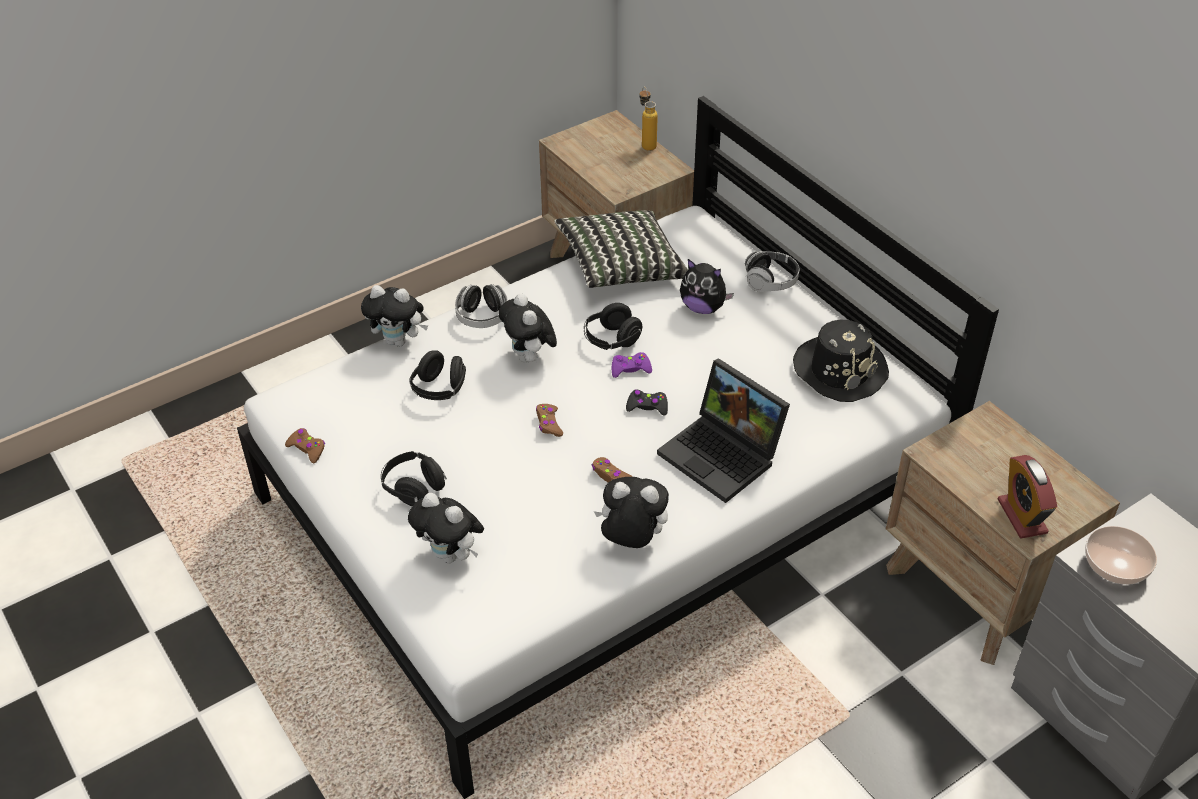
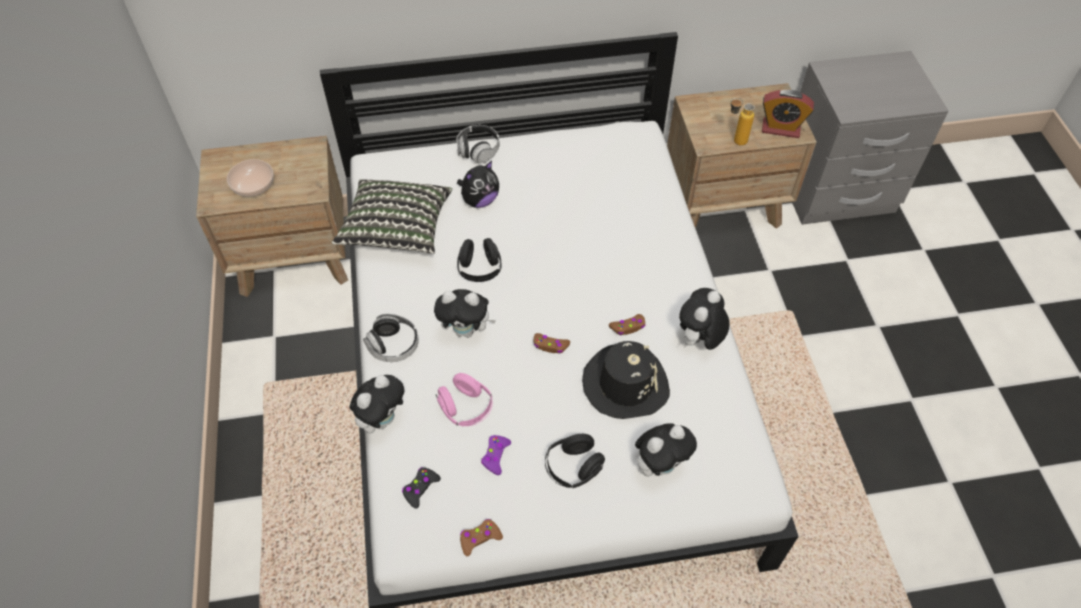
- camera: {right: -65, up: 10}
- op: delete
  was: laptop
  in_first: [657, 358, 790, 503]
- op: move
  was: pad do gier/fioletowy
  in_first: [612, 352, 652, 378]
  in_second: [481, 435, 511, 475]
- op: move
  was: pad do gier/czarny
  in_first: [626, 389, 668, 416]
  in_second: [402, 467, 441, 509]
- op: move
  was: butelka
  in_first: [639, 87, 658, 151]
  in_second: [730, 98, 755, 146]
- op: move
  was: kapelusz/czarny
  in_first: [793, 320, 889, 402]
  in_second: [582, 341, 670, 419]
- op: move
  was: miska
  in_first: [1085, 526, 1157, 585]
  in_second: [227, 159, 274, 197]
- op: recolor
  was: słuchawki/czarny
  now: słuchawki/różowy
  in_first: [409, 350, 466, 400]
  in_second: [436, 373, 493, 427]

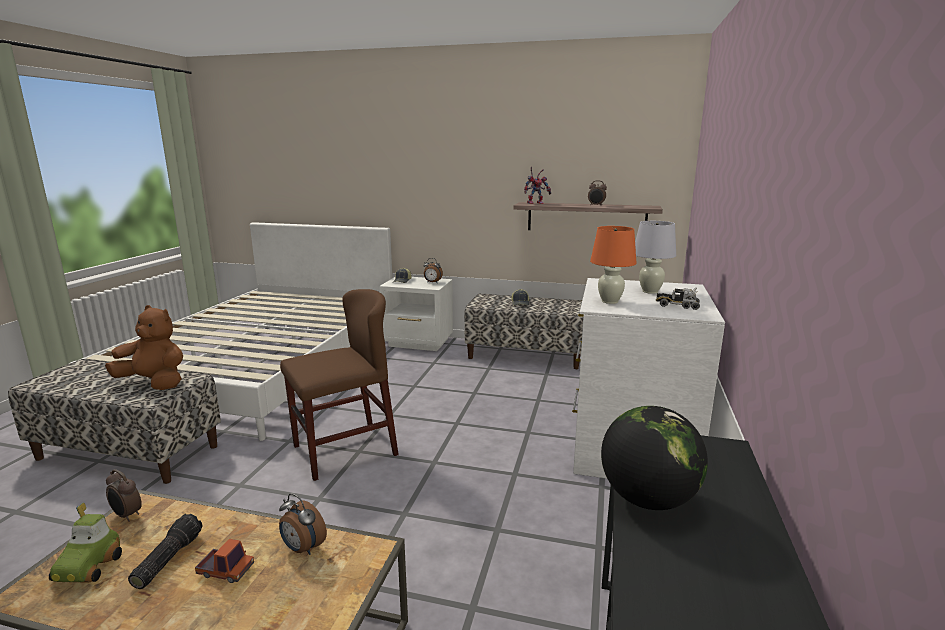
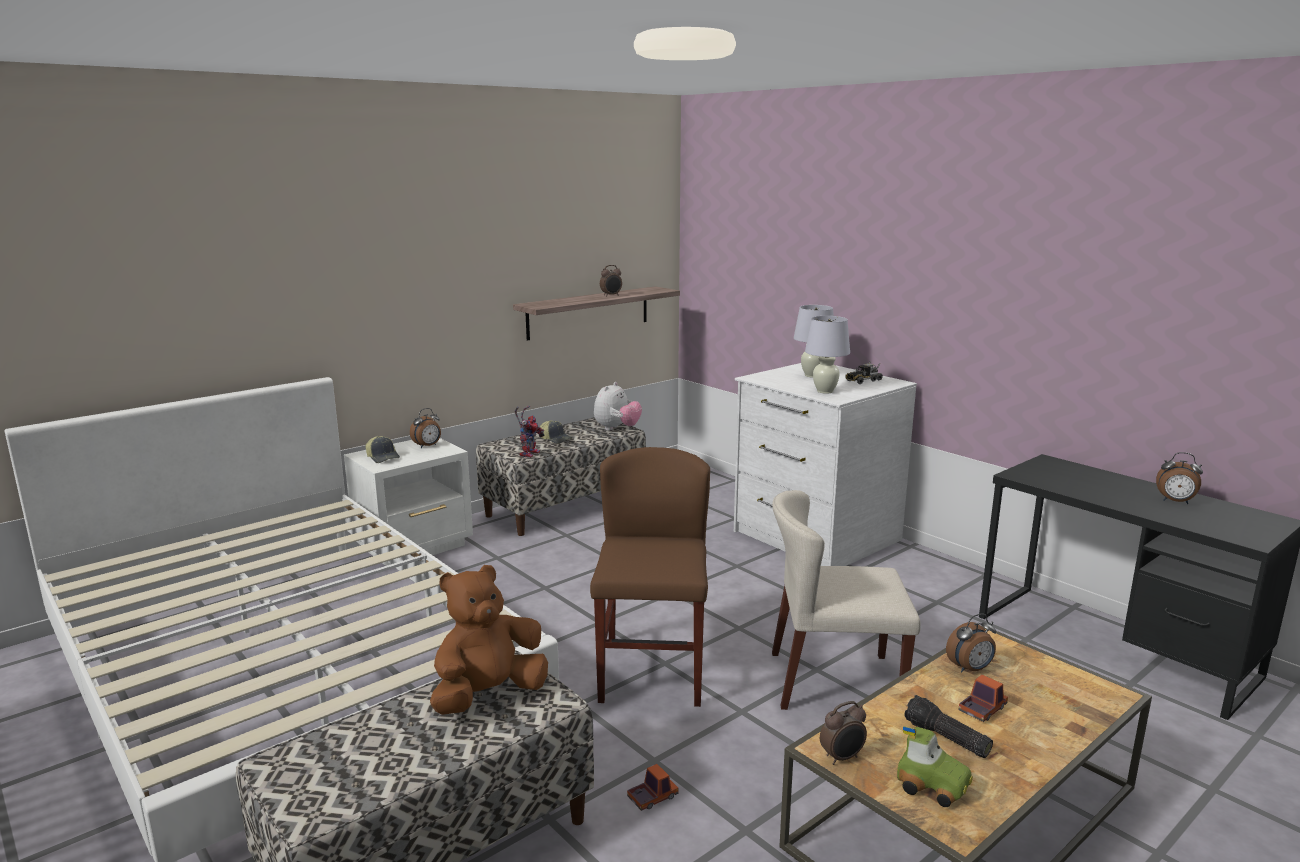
- camera: {right: -55, up: 0}
- op: delete
  was: globus
  in_first: [601, 406, 708, 510]
- op: insert
  now: pluszak
  in_second: [594, 382, 642, 431]
- op: insert
  now: ciężarówka zabawkowa
  in_second: [627, 764, 678, 811]
- op: insert
  now: krzesło/beżowy
  in_second: [772, 490, 921, 710]
- op: insert
  now: budzik
  in_second: [1156, 452, 1203, 504]
- op: move
  was: robot zabawkowy
  in_first: [524, 167, 551, 204]
  in_second: [515, 406, 545, 458]
- op: recolor
  was: lampa stołowa/pomarańczowy
  now: lampa stołowa/biały
  in_first: [590, 226, 636, 304]
  in_second: [805, 316, 850, 394]

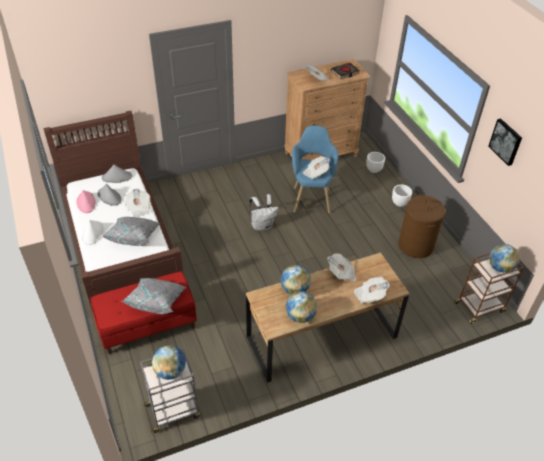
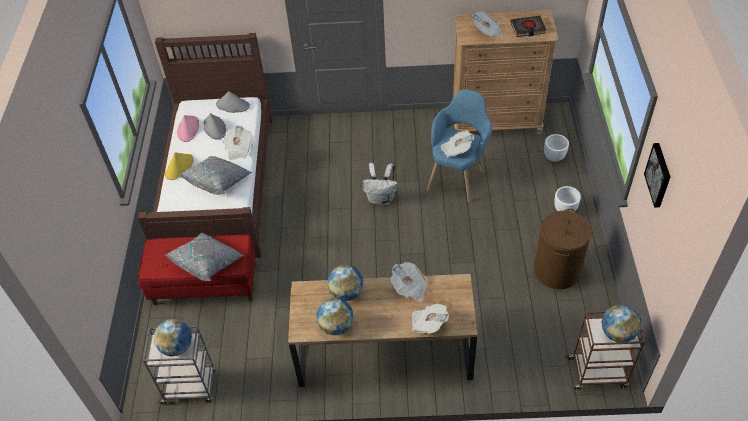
- camera: {right: 25, up: 5}
- op: recolor
  was: kapelusz/biały
  now: kapelusz/żółty
  in_first: [82, 220, 104, 245]
  in_second: [165, 152, 194, 180]

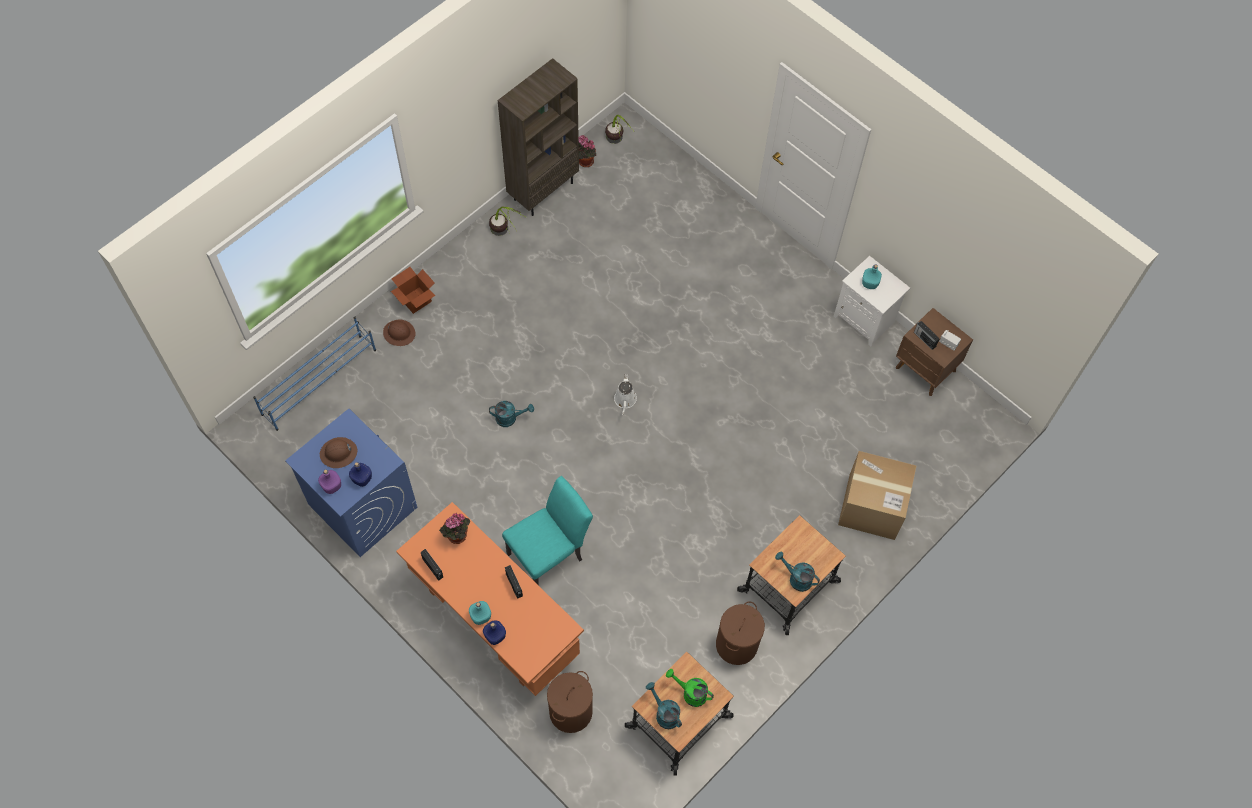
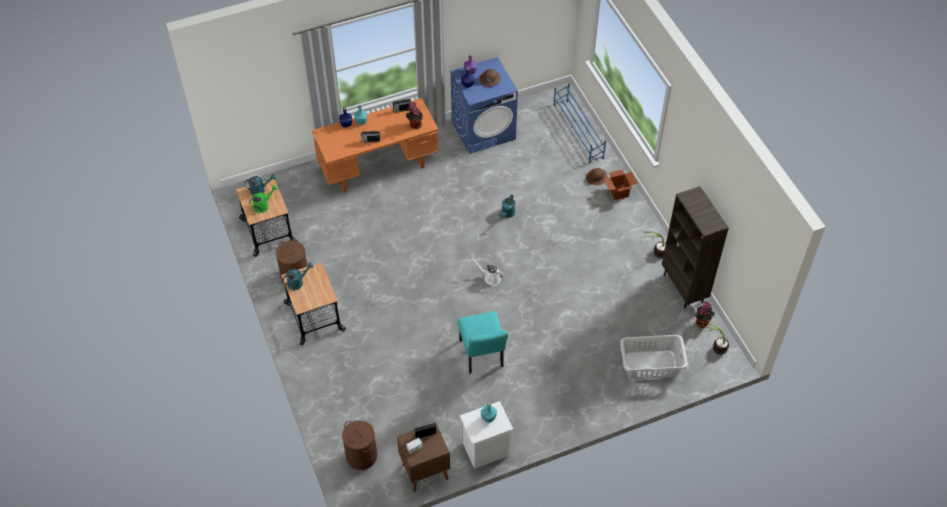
- camera: {right: 115, up: -10}
- op: delete
  was: karton
  in_first: [838, 451, 916, 540]
- op: insert
  now: kosz na pranie/szary
  in_second: [620, 335, 688, 379]
- op: move
  was: krzesło/turkusowy
  in_first: [502, 476, 593, 586]
  in_second: [458, 311, 508, 374]
- op: move
  was: kosz na pranie/brązowy
  in_first: [547, 671, 593, 733]
  in_second: [342, 420, 377, 470]

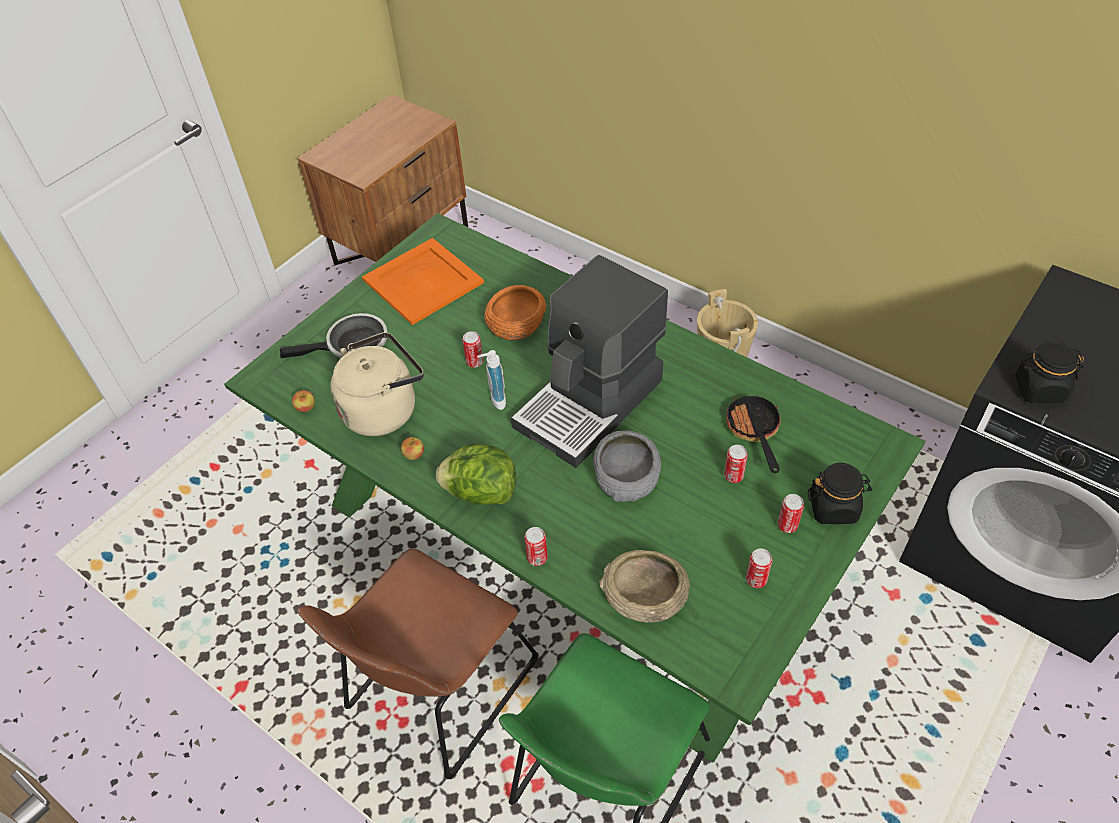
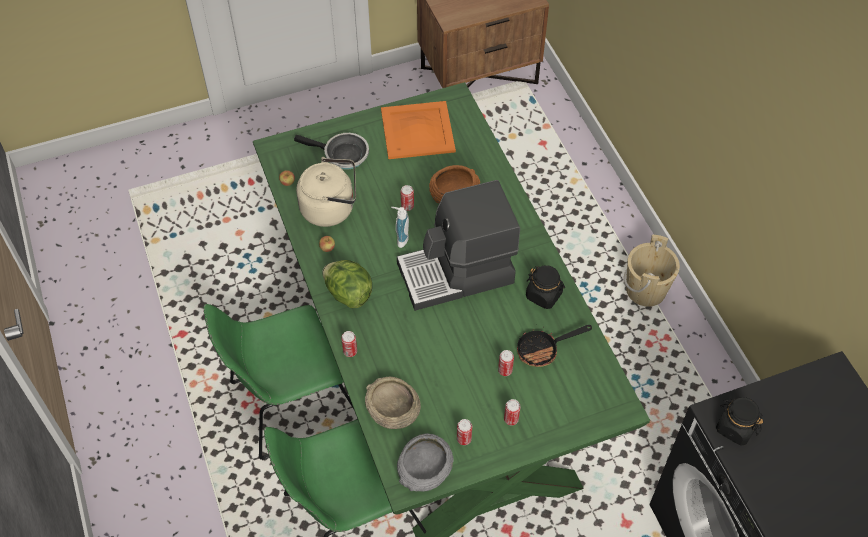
- camera: {right: 30, up: 5}
- op: move
  was: miska/szary
  in_first: [593, 430, 661, 502]
  in_second: [397, 433, 454, 492]
- op: move
  was: słoik/czarny
  in_first: [807, 463, 872, 524]
  in_second: [526, 265, 565, 309]
- op: recolor
  was: krzesło/brązowy
  now: krzesło/zielony
  in_first: [297, 548, 539, 779]
  in_second: [204, 304, 357, 460]
- op: rotate
  was: patelnia
  in_first: [726, 395, 783, 473]
  in_second: [517, 325, 592, 367]
  clockwise: -135

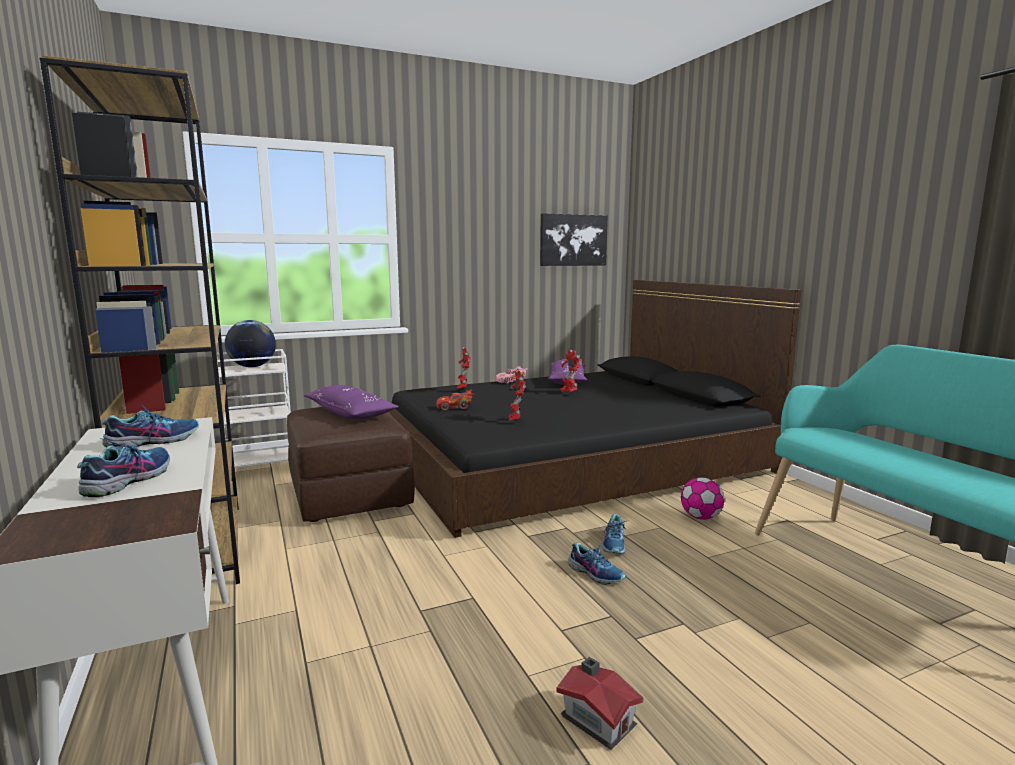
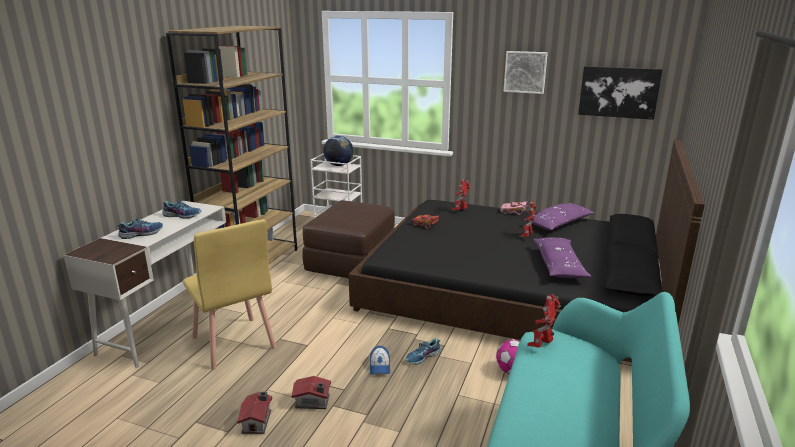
- camera: {right: 45, up: 10}
- op: insert
  now: krzesło/żółty
  in_second: [183, 219, 277, 370]
- op: insert
  now: domek
  in_second: [292, 376, 331, 409]
- op: insert
  now: obraz
  in_second: [504, 51, 548, 94]
- op: move
  was: poduszka/fioletowy
  in_first: [304, 385, 399, 419]
  in_second: [533, 237, 592, 278]
- op: move
  was: robot zabawkowy
  in_first: [509, 369, 526, 421]
  in_second: [528, 294, 560, 348]
- op: replace
  was: but
  now: czapka z daszkiem
  in_first: [568, 543, 625, 585]
  in_second: [370, 346, 390, 375]

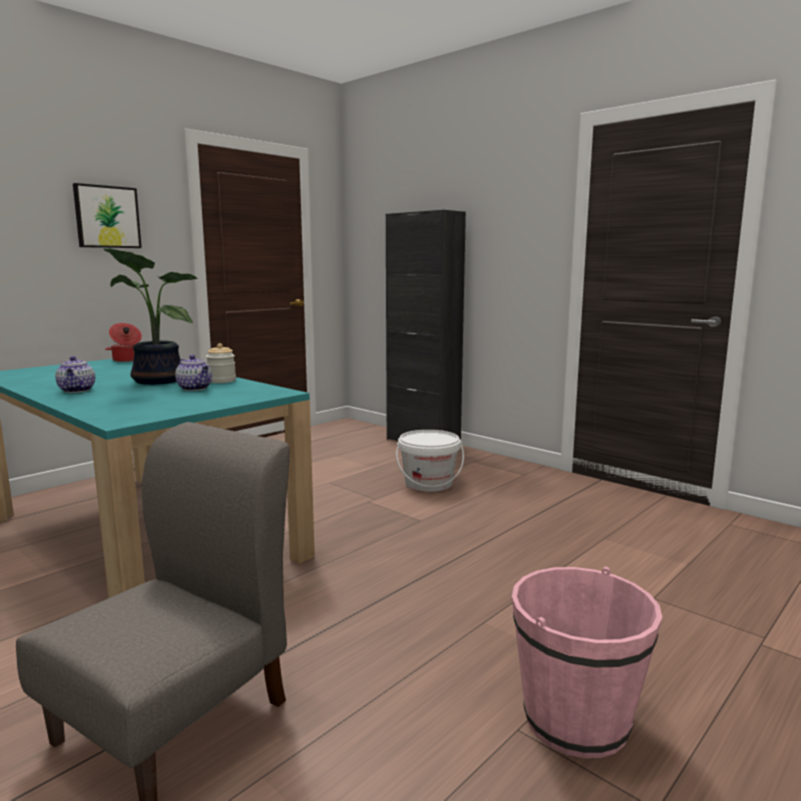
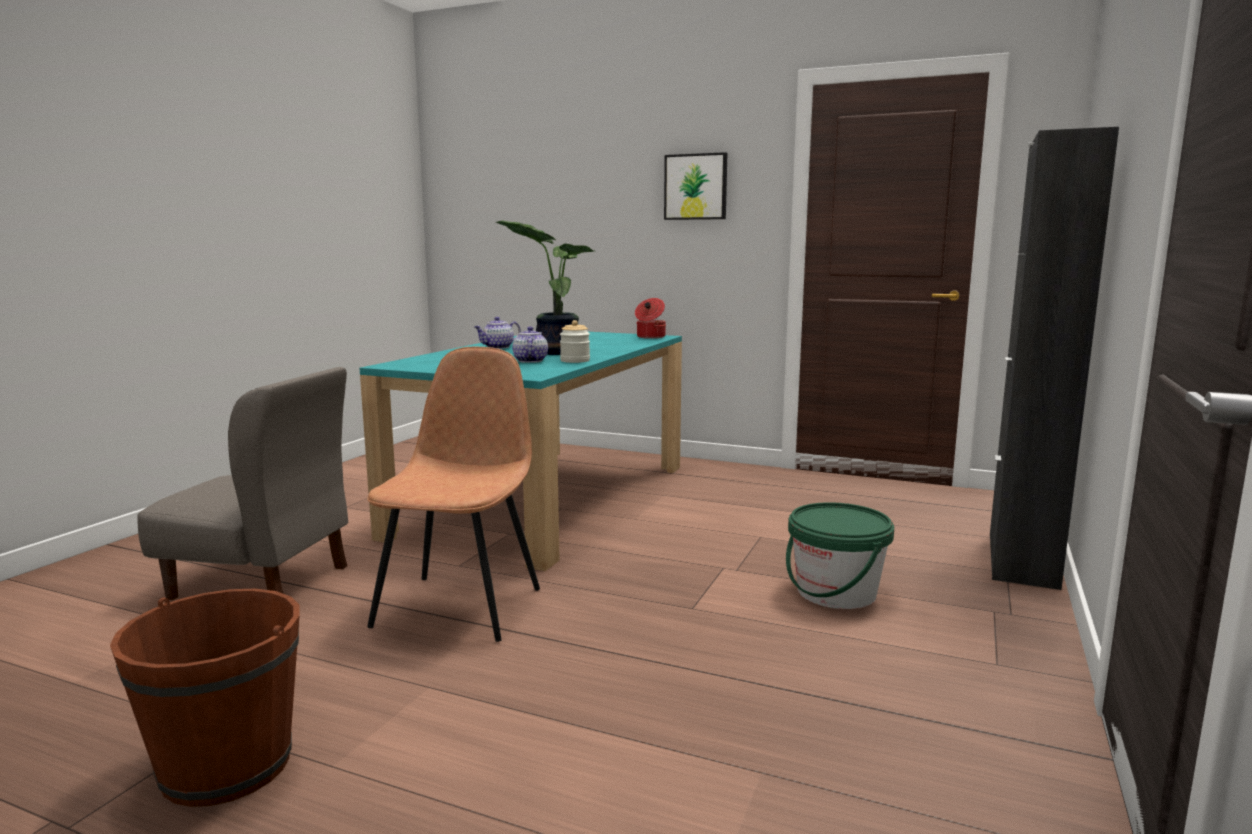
- camera: {right: 70, up: 0}
- op: insert
  now: krzesło/brązowy
  in_second: [367, 347, 540, 642]
- op: recolor
  was: wiadro/biały
  now: wiadro/zielony
  in_first: [396, 430, 464, 492]
  in_second: [786, 502, 894, 609]
- op: recolor
  was: wiadro/różowy
  now: wiadro/brązowy
  in_first: [512, 567, 662, 758]
  in_second: [110, 589, 300, 807]
- op: rotate
  was: imbryk
  in_first: [175, 355, 212, 391]
  in_second: [512, 327, 548, 363]
  clockwise: 150

